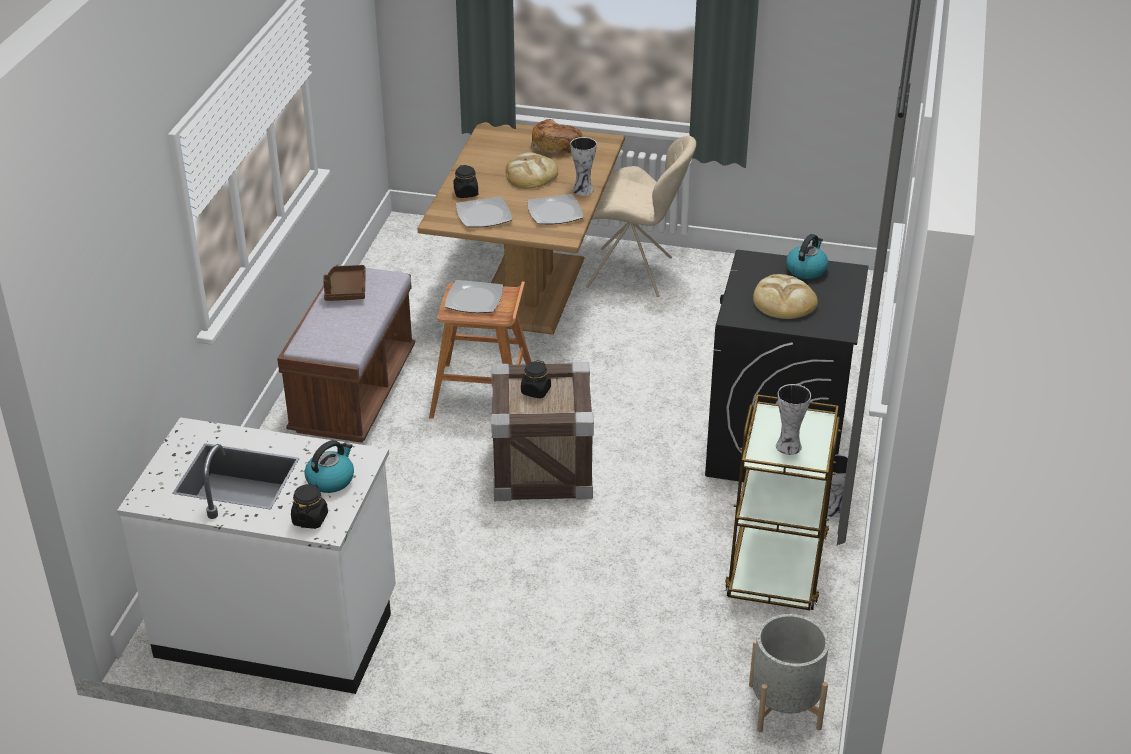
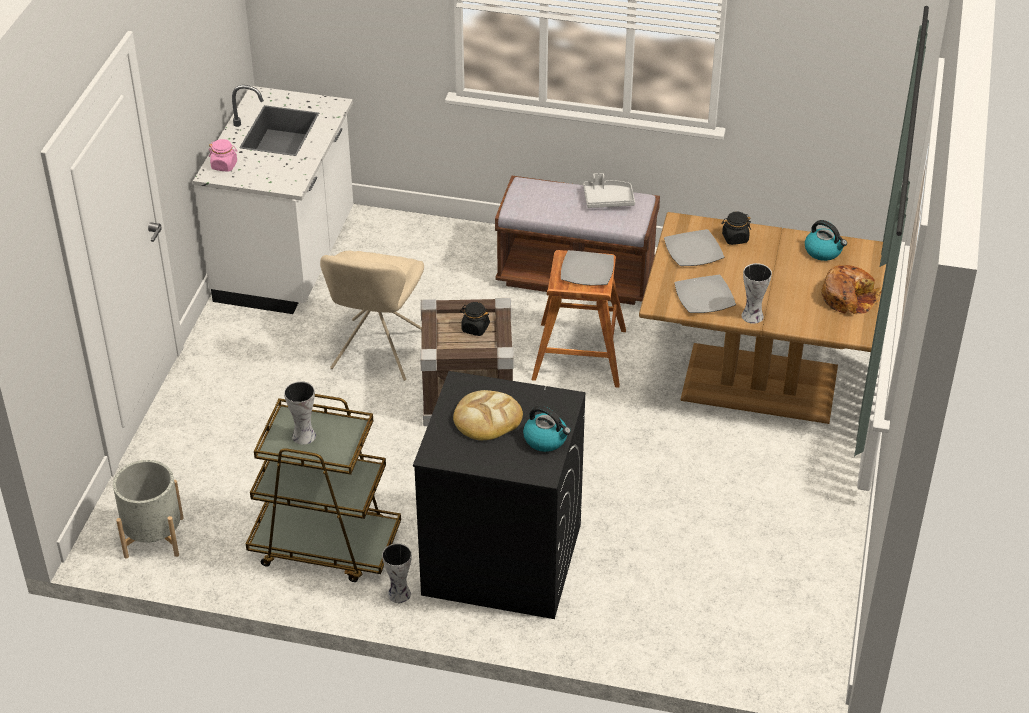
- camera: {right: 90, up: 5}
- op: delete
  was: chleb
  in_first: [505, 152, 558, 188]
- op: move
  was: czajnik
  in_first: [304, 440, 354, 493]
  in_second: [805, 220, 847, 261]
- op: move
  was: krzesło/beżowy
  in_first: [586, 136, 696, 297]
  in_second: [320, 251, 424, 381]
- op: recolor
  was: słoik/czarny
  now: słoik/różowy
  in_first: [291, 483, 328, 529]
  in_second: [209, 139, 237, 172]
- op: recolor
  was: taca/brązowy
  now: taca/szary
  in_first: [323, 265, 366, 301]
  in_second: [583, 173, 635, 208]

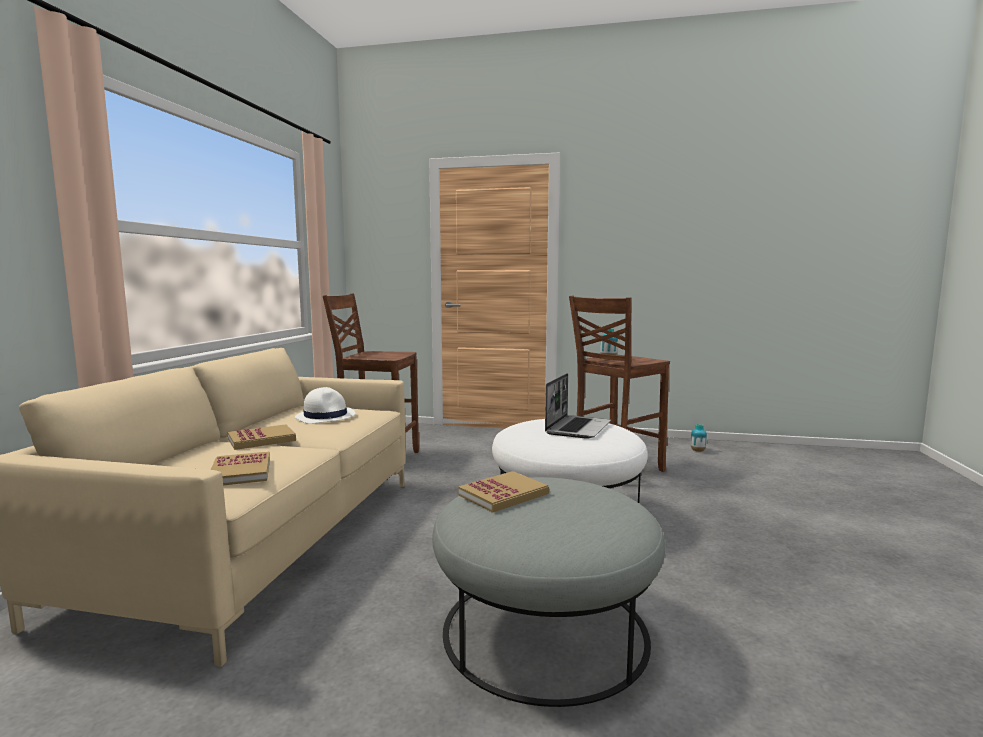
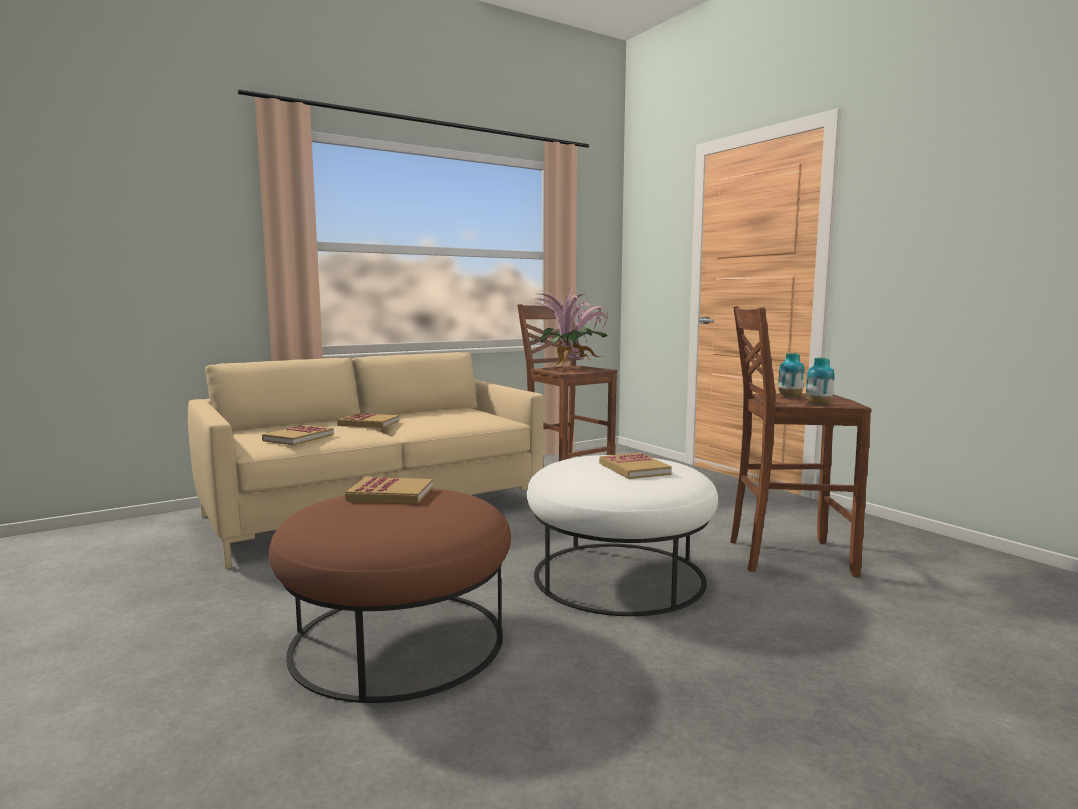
- camera: {right: 45, up: 0}
- op: delete
  was: kapelusz/biały
  in_first: [295, 387, 356, 424]
- op: insert
  now: roślina doniczkowa
  in_second: [534, 289, 608, 370]
- op: move
  was: wazon
  in_first: [691, 424, 707, 452]
  in_second: [806, 358, 835, 405]
- op: replace
  was: laptop
  now: książka
  in_first: [545, 373, 611, 439]
  in_second: [599, 453, 672, 479]
- op: recolor
  was: pufa/szary
  now: pufa/brązowy
  in_first: [432, 477, 665, 707]
  in_second: [269, 488, 511, 703]

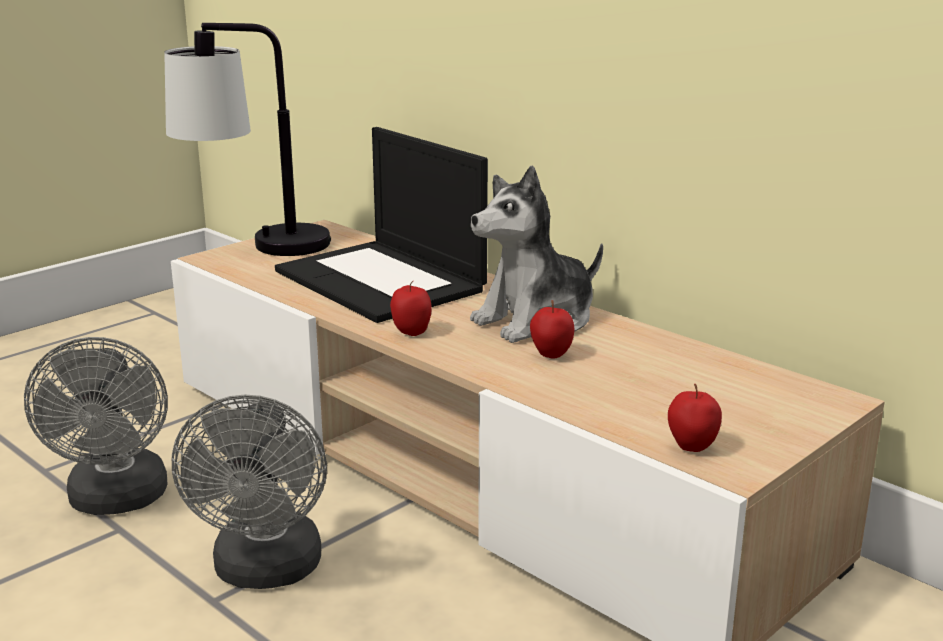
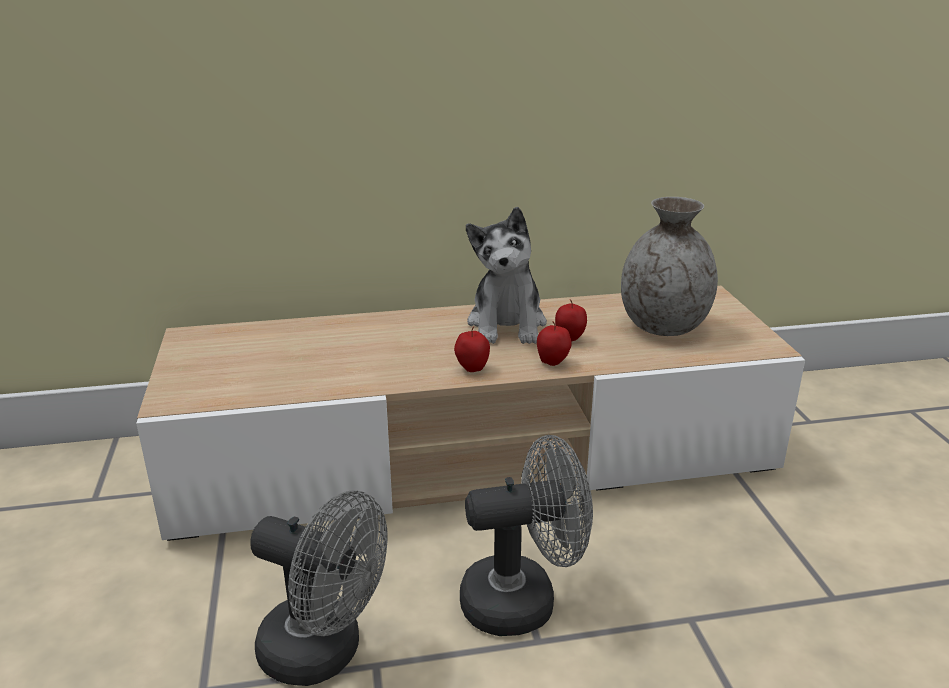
- camera: {right: -55, up: 5}
- op: delete
  was: lampa stołowa
  in_first: [164, 23, 331, 256]
- op: delete
  was: laptop
  in_first: [275, 127, 488, 323]
- op: insert
  now: wazon/szary
  in_second: [621, 197, 718, 336]
- op: move
  was: jabłko
  in_first: [668, 384, 722, 452]
  in_second: [537, 321, 572, 366]
- op: rotate
  was: wentylator/szary
  in_first: [172, 395, 327, 589]
  in_second: [460, 435, 593, 636]
  clockwise: -45

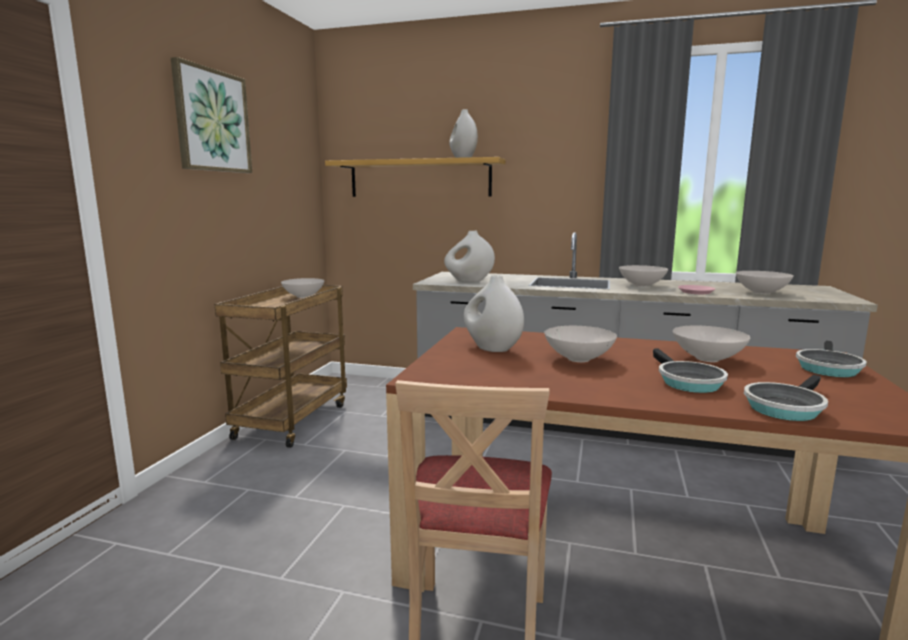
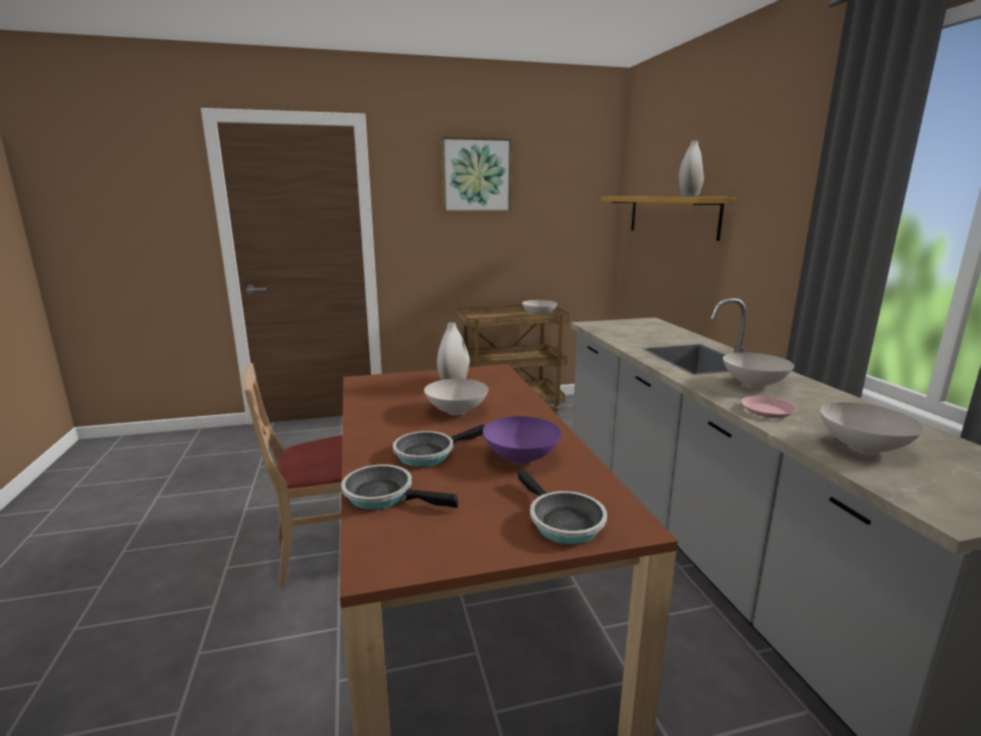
- camera: {right: 60, up: 5}
- op: delete
  was: wazon/biały
  in_first: [444, 230, 495, 282]
- op: recolor
  was: miska/biały
  now: miska/fioletowy
  in_first: [673, 325, 750, 362]
  in_second: [483, 416, 561, 464]
- op: rotate
  was: patelnia
  in_first: [796, 341, 867, 377]
  in_second: [517, 469, 607, 544]
  clockwise: -120

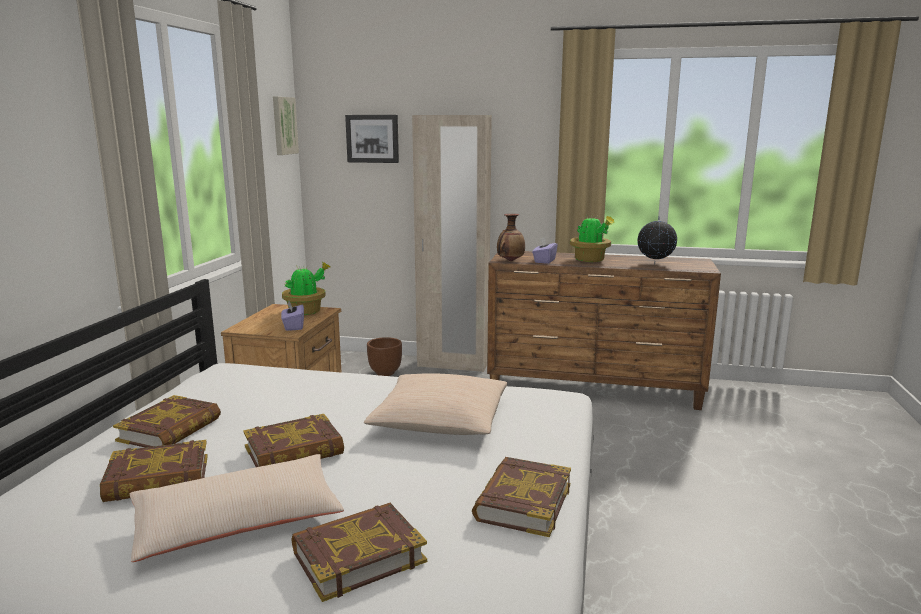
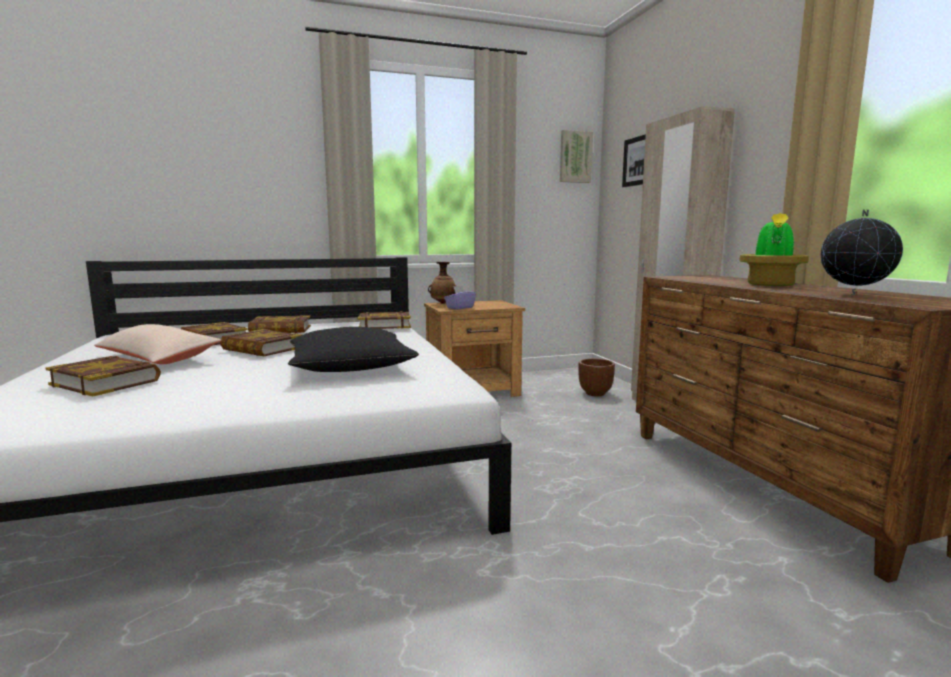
- camera: {right: 60, up: -5}
- op: delete
  was: roślina doniczkowa
  in_first: [282, 262, 330, 315]
- op: delete
  was: pudełko chusteczek/fioletowy
  in_first: [532, 237, 558, 264]
- op: move
  was: książka
  in_first: [472, 457, 571, 537]
  in_second: [358, 311, 411, 329]
- op: move
  was: wazon
  in_first: [497, 214, 525, 261]
  in_second: [428, 262, 456, 304]
- op: recolor
  was: poduszka/beżowy
  now: poduszka/czarny
  in_first: [364, 373, 508, 435]
  in_second: [288, 327, 419, 372]

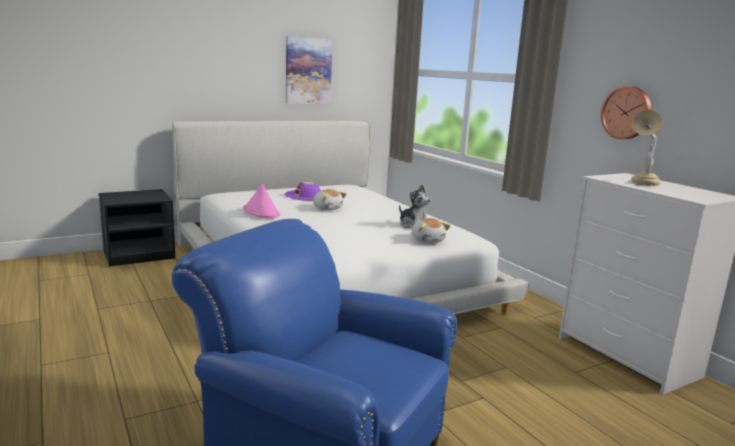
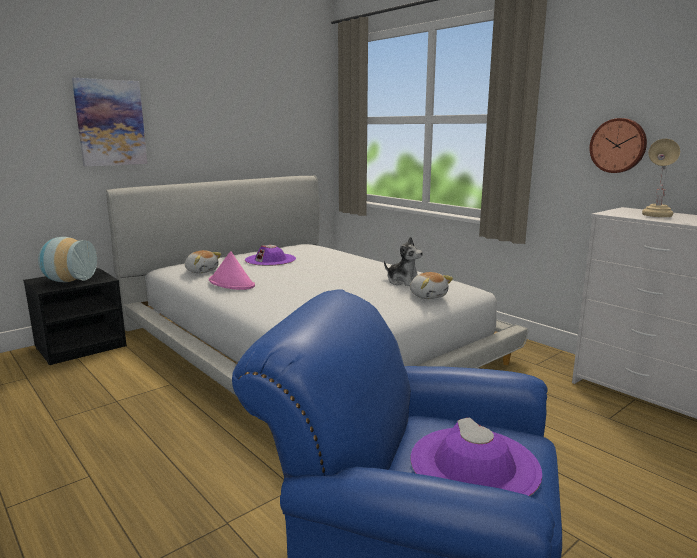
- camera: {right: -10, up: 0}
- op: insert
  now: wazon
  in_second: [38, 237, 97, 282]
- op: insert
  now: kapelusz/fioletowy
  in_second: [411, 417, 542, 496]
- op: move
  was: obraz
  in_first: [286, 36, 332, 104]
  in_second: [72, 78, 147, 166]
- op: move
  was: pluszak
  in_first: [313, 189, 347, 210]
  in_second: [185, 250, 221, 273]

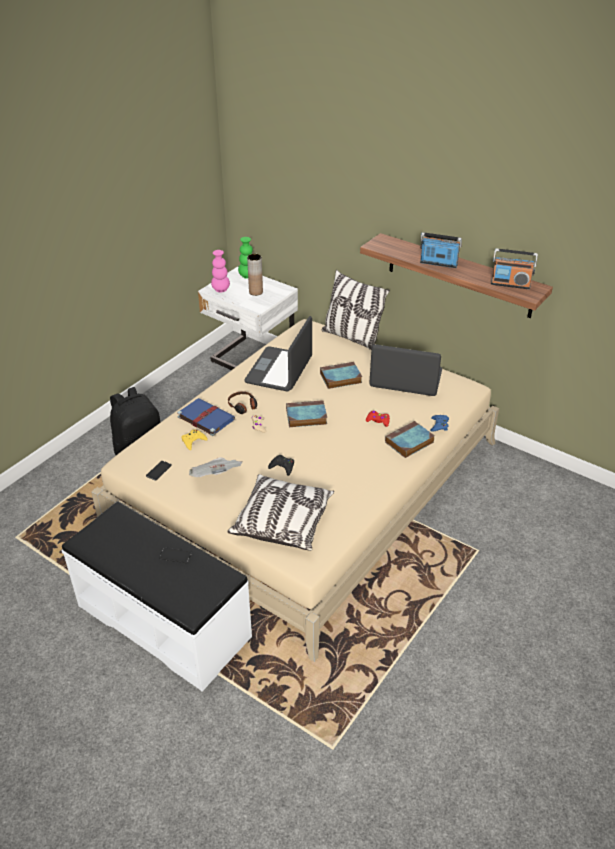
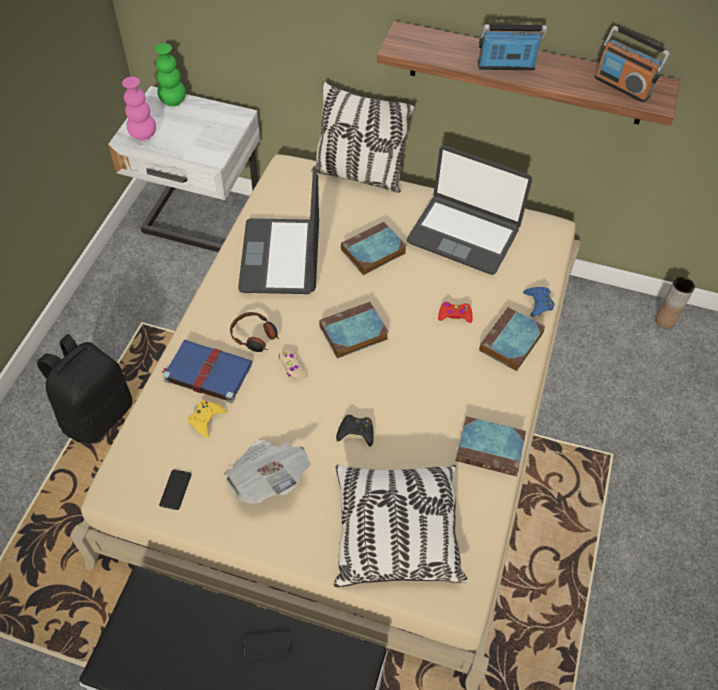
- camera: {right: -20, up: 15}
- op: insert
  now: książka
  in_second: [455, 416, 526, 476]
- op: move
  was: wazon/brązowy
  in_first: [247, 254, 263, 296]
  in_second: [655, 277, 695, 329]
- op: rotate
  was: laptop
  in_first: [369, 344, 442, 396]
  in_second: [407, 146, 532, 275]
  clockwise: -150
- op: rotate
  was: radio
  in_first: [491, 249, 538, 289]
  in_second: [595, 26, 670, 103]
  clockwise: 45

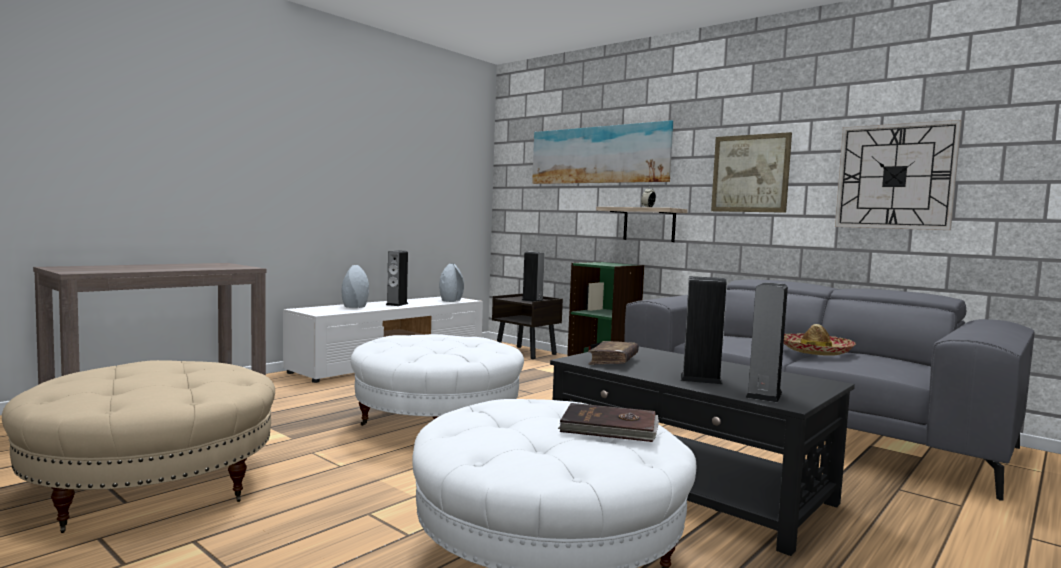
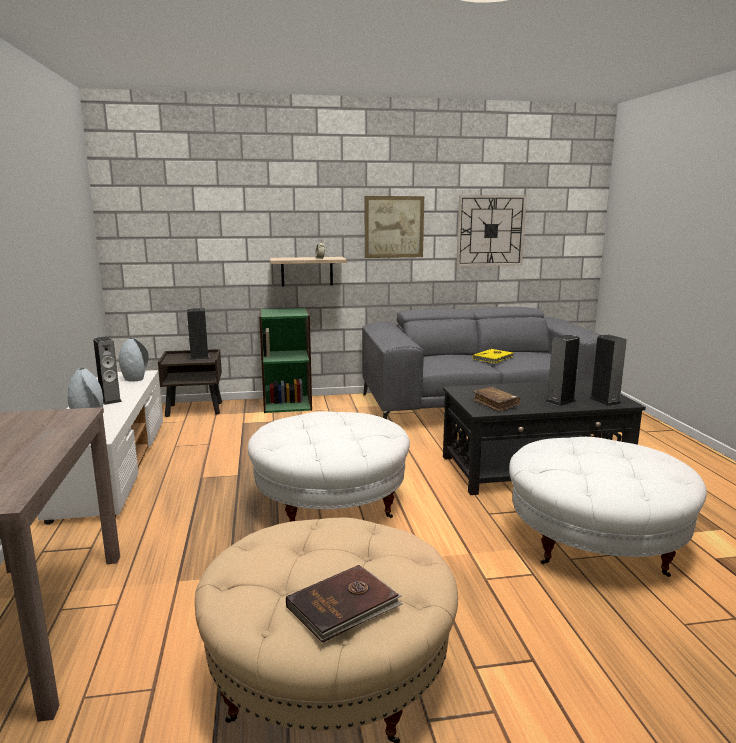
- camera: {right: -50, up: 10}
- op: delete
  was: obraz
  in_first: [532, 120, 673, 184]
- op: move
  was: książka/brązowy
  in_first: [558, 403, 659, 442]
  in_second: [286, 565, 403, 643]
- op: replace
  was: kapelusz
  now: książka/żółty
  in_first: [784, 324, 856, 356]
  in_second: [473, 349, 515, 363]

